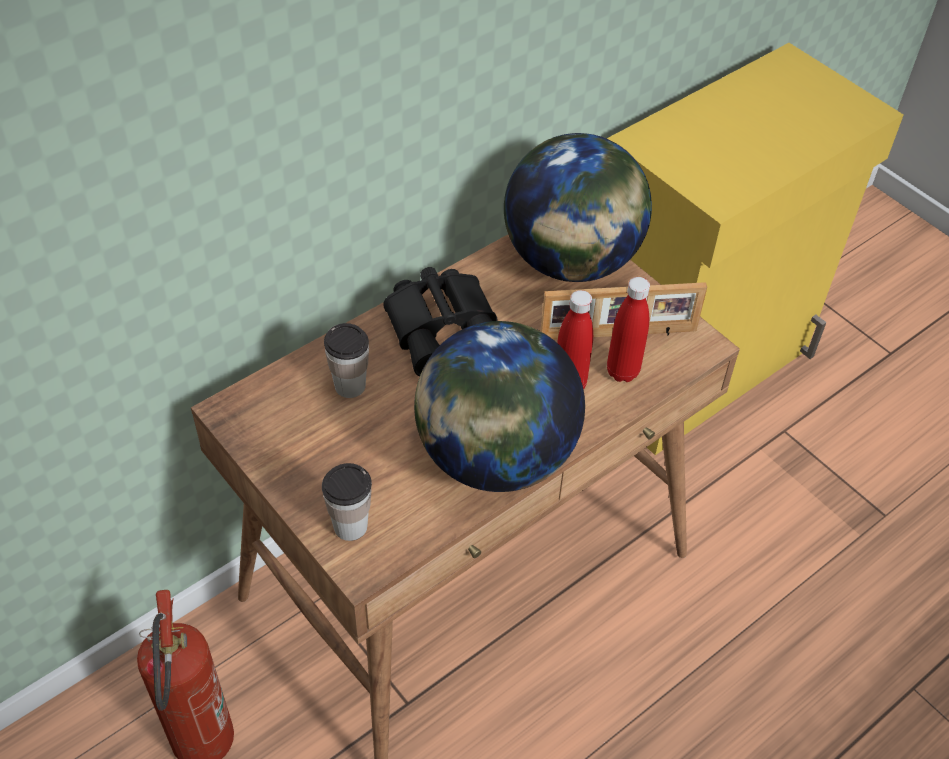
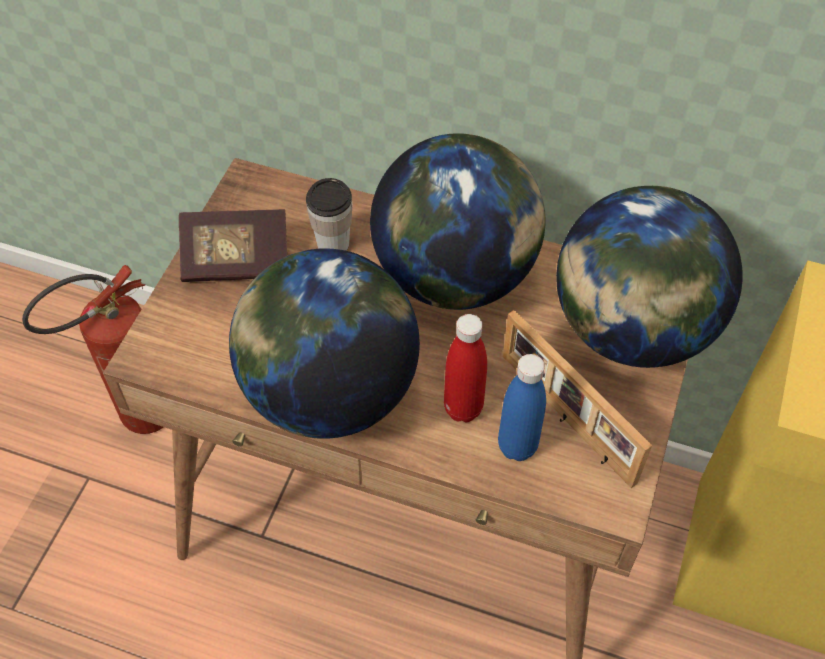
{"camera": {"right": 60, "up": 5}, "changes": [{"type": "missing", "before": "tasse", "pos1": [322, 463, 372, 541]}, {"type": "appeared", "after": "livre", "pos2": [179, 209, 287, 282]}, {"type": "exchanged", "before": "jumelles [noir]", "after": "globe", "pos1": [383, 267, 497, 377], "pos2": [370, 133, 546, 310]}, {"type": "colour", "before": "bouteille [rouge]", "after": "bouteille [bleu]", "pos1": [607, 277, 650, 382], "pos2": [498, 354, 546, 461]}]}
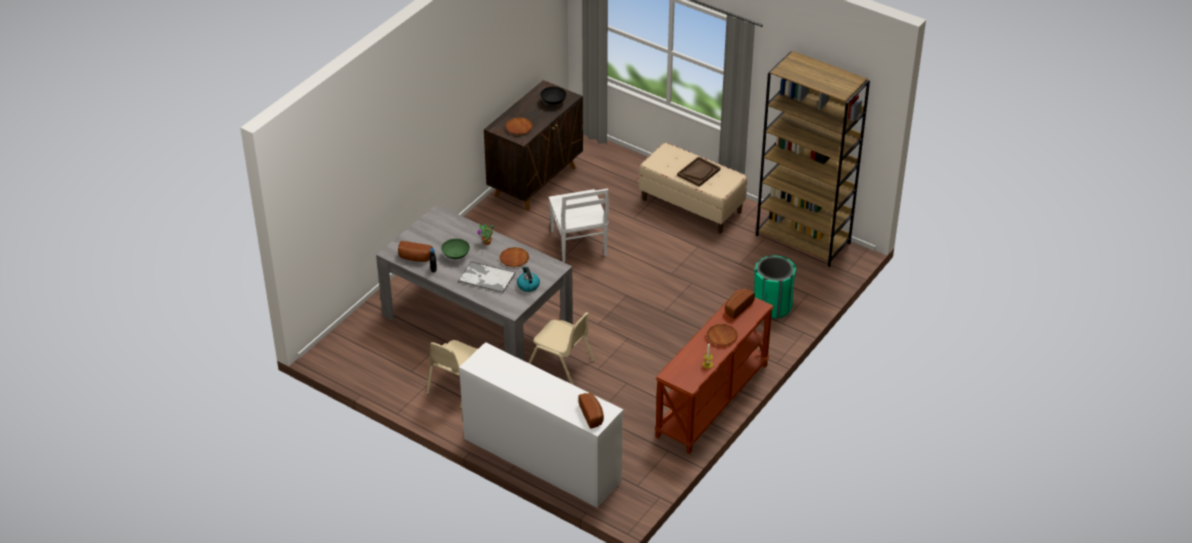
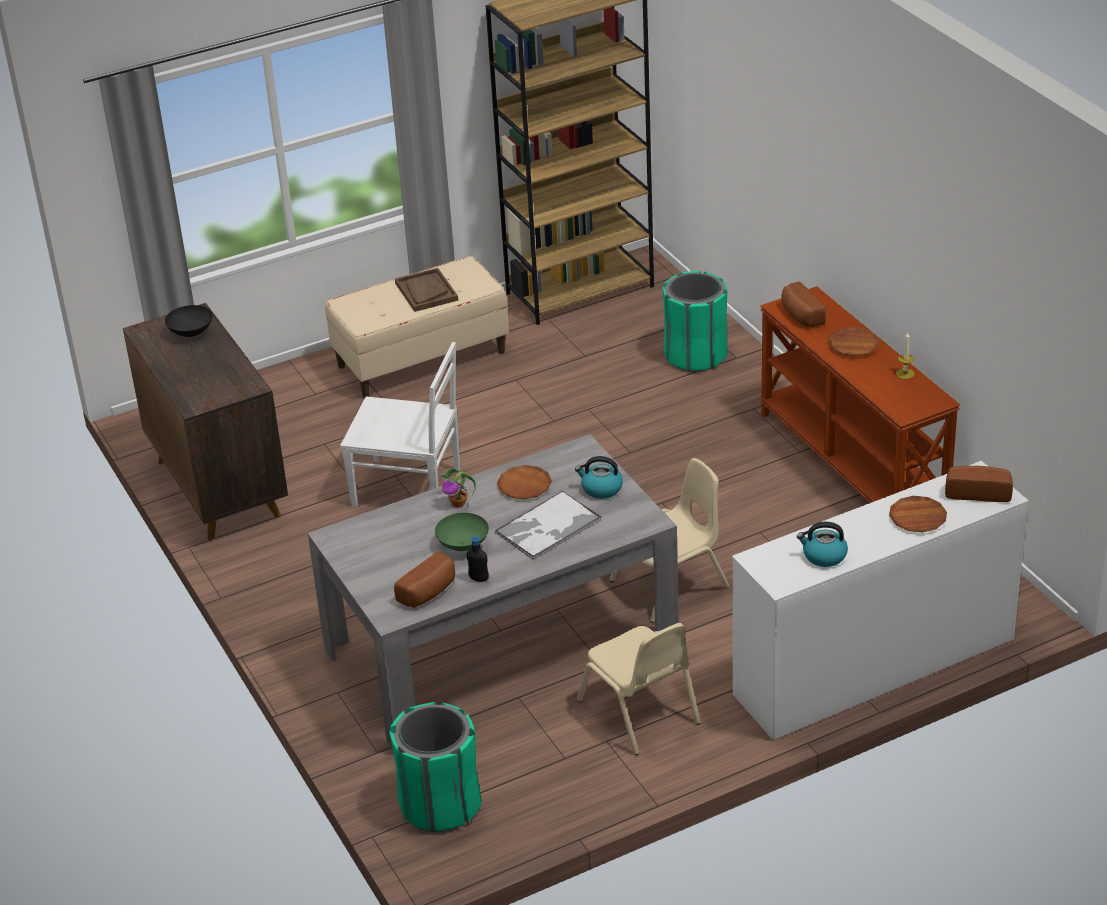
{"camera": {"right": -60, "up": -5}, "changes": [{"type": "appeared", "after": "poubelle [vert]", "pos2": [389, 702, 482, 832]}, {"type": "appeared", "after": "bouilloire", "pos2": [797, 522, 848, 567]}, {"type": "relocated", "before": "assiette [marron]", "pos1": [505, 117, 533, 135], "pos2": [889, 496, 947, 532]}]}
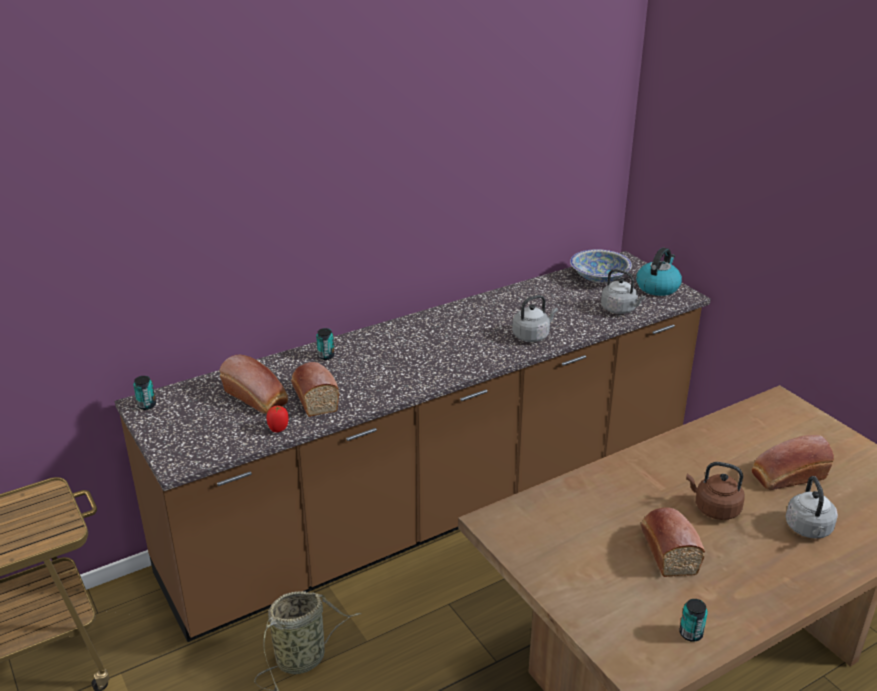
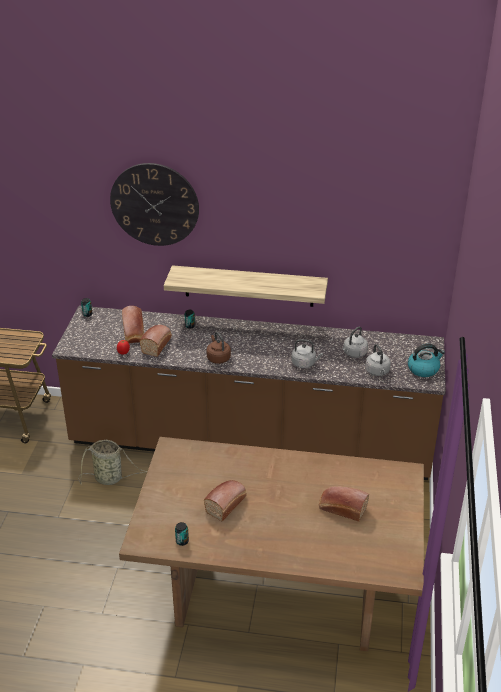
{"camera": {"right": 40, "up": 5}, "changes": [{"type": "missing", "before": "bol", "pos1": [570, 249, 632, 283]}, {"type": "appeared", "after": "horloge murale", "pos2": [110, 163, 199, 246]}, {"type": "appeared", "after": "étagère", "pos2": [164, 265, 328, 307]}, {"type": "relocated", "before": "bouilloire [marron]", "pos1": [686, 462, 745, 520], "pos2": [207, 332, 231, 364]}, {"type": "relocated", "before": "bouilloire [gris]", "pos1": [786, 476, 838, 539], "pos2": [342, 326, 368, 358]}]}
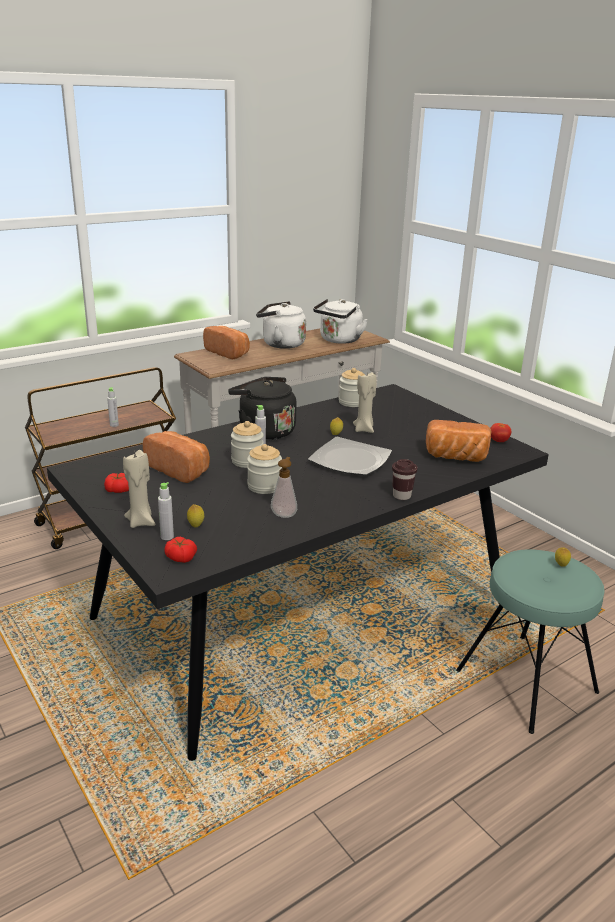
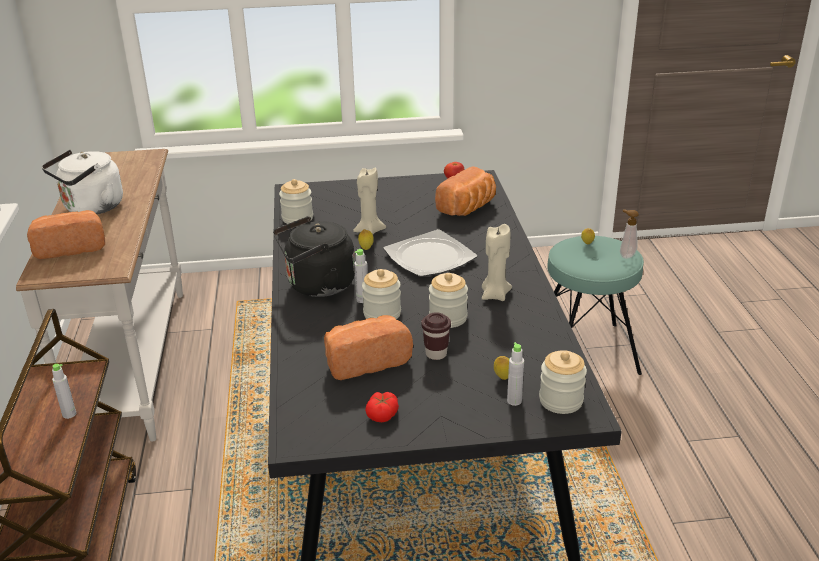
{"camera": {"right": -60, "up": 5}, "changes": [{"type": "missing", "before": "bouilloire [blanc]", "pos1": [313, 299, 368, 344]}, {"type": "relocated", "before": "bougie [beige]", "pos1": [123, 449, 156, 528], "pos2": [482, 224, 512, 301]}, {"type": "relocated", "before": "distributeur de savon", "pos1": [271, 457, 297, 518], "pos2": [620, 209, 639, 259]}, {"type": "relocated", "before": "tasse [marron]", "pos1": [392, 459, 417, 500], "pos2": [421, 312, 451, 360]}, {"type": "exchanged", "before": "tomate", "after": "bocal", "pos1": [164, 537, 197, 563], "pos2": [539, 350, 587, 414]}]}
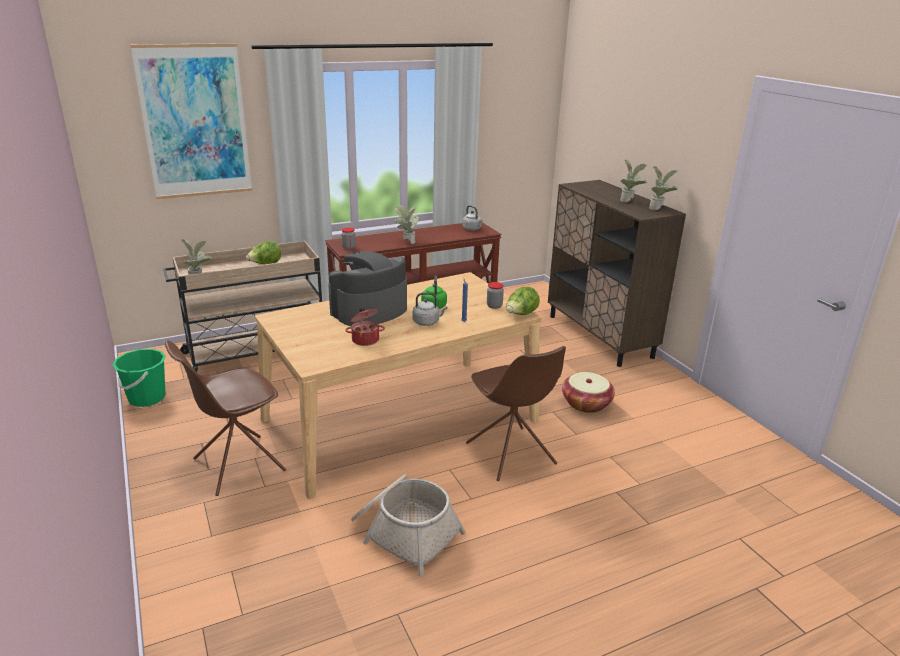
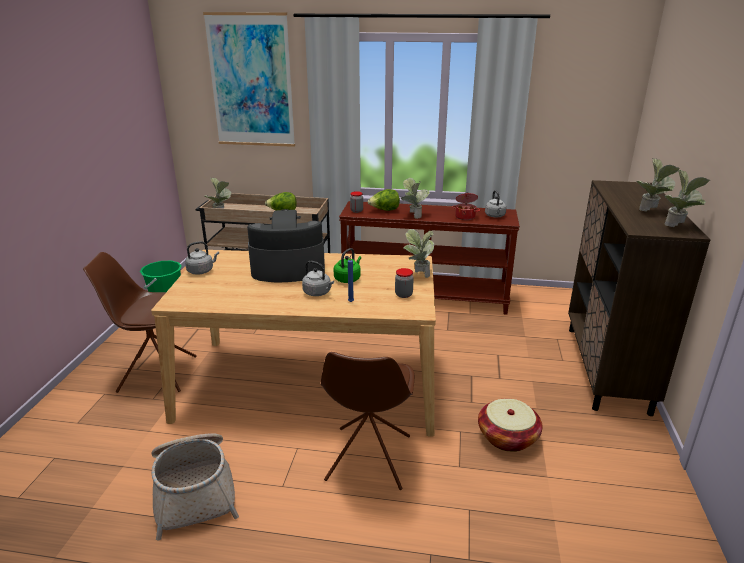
{"camera": {"right": 35, "up": 0}, "changes": [{"type": "appeared", "after": "bouilloire [gris]", "pos2": [185, 241, 219, 275]}, {"type": "appeared", "after": "plante en pot", "pos2": [403, 229, 434, 278]}, {"type": "relocated", "before": "marmite", "pos1": [345, 308, 385, 346], "pos2": [452, 192, 480, 220]}, {"type": "relocated", "before": "laitue", "pos1": [506, 287, 540, 315], "pos2": [368, 189, 400, 211]}]}
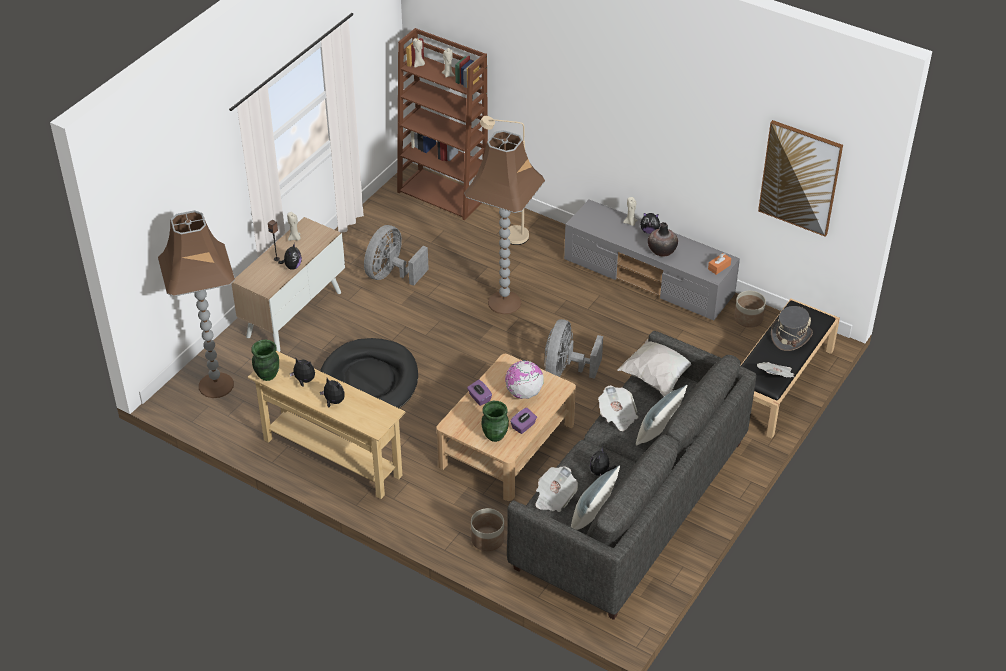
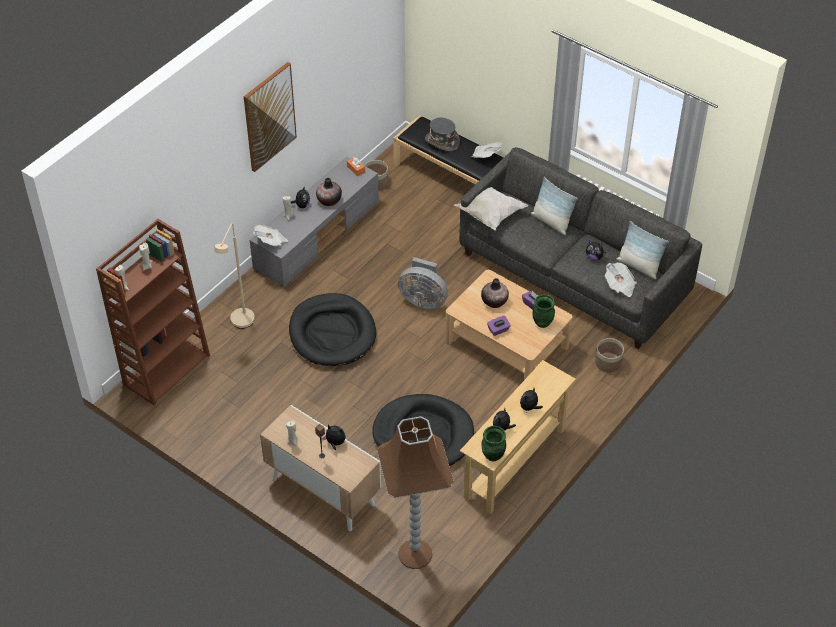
{"camera": {"right": -85, "up": 5}, "changes": [{"type": "missing", "before": "ventilateur [gris]", "pos1": [364, 225, 429, 286]}, {"type": "relocated", "before": "journal", "pos1": [598, 385, 638, 431], "pos2": [253, 225, 288, 246]}, {"type": "relocated", "before": "tableau", "pos1": [758, 120, 843, 237], "pos2": [244, 62, 297, 172]}, {"type": "exchanged", "before": "lampadaire [marron]", "after": "panier pour chien [noir]", "pos1": [464, 130, 545, 314], "pos2": [289, 293, 376, 366]}, {"type": "exchanged", "before": "globe", "after": "vase", "pos1": [505, 360, 543, 399], "pos2": [481, 278, 509, 308]}]}
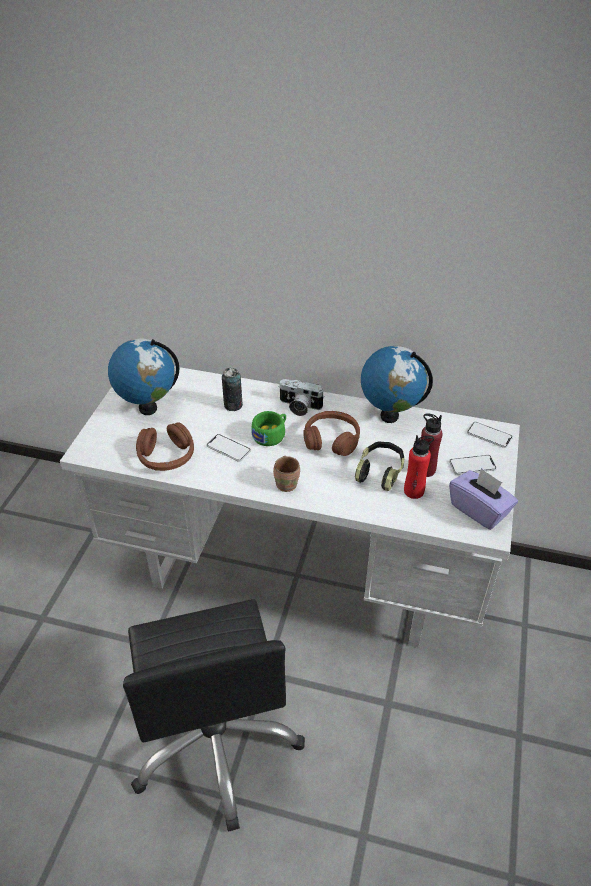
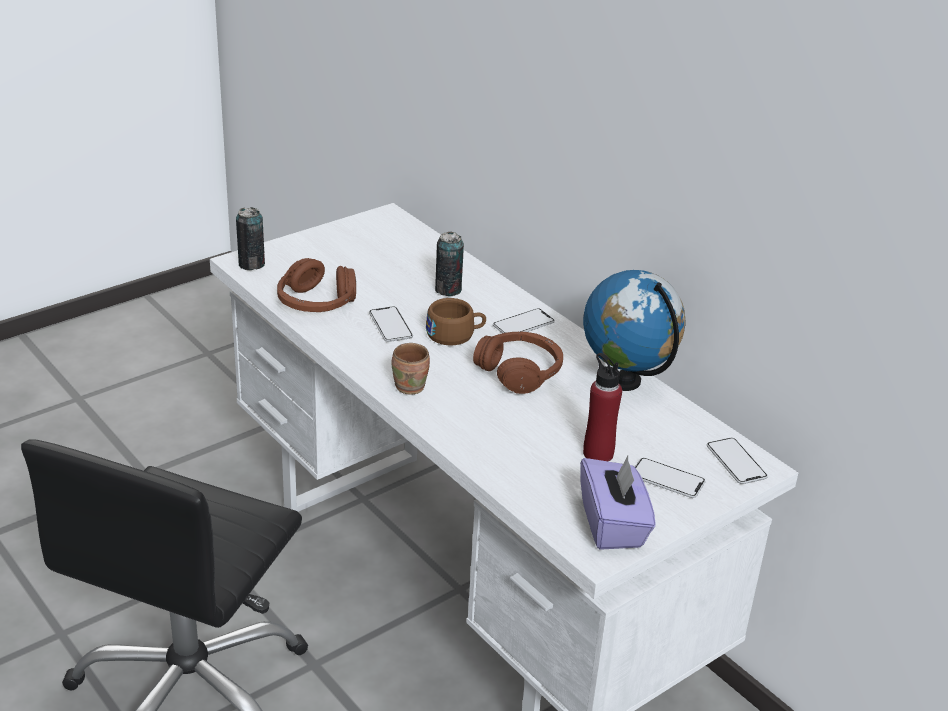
{"camera": {"right": 35, "up": -10}, "changes": [{"type": "missing", "before": "globe", "pos1": [108, 339, 179, 415]}, {"type": "missing", "before": "casque audio", "pos1": [355, 441, 404, 491]}, {"type": "missing", "before": "bouteille [rouge]", "pos1": [404, 435, 434, 499]}, {"type": "appeared", "after": "boîte métallique", "pos2": [236, 207, 265, 270]}, {"type": "exchanged", "before": "appareil photo", "after": "téléphone", "pos1": [278, 379, 325, 416], "pos2": [493, 308, 555, 333]}, {"type": "colour", "before": "tasse [vert]", "after": "tasse [marron]", "pos1": [251, 411, 286, 446], "pos2": [426, 298, 486, 345]}]}
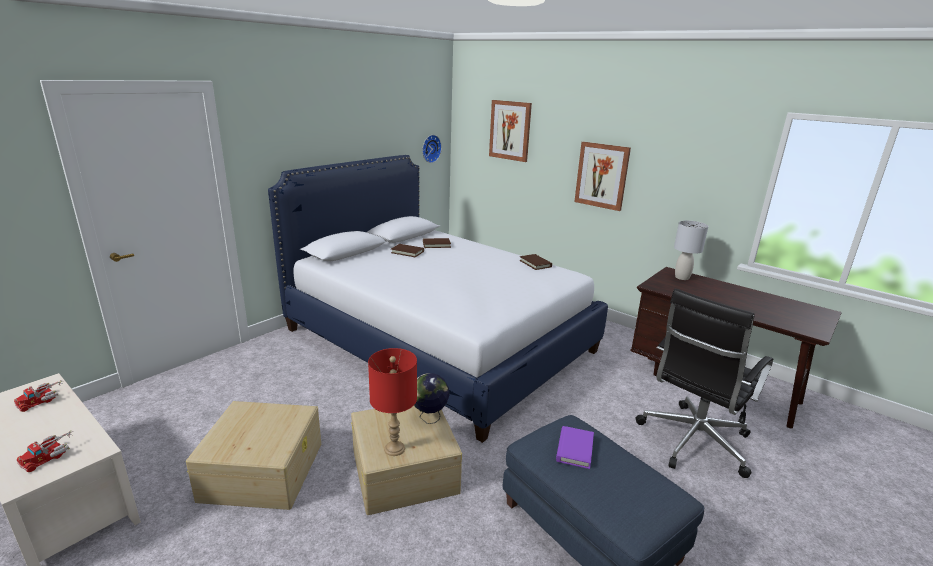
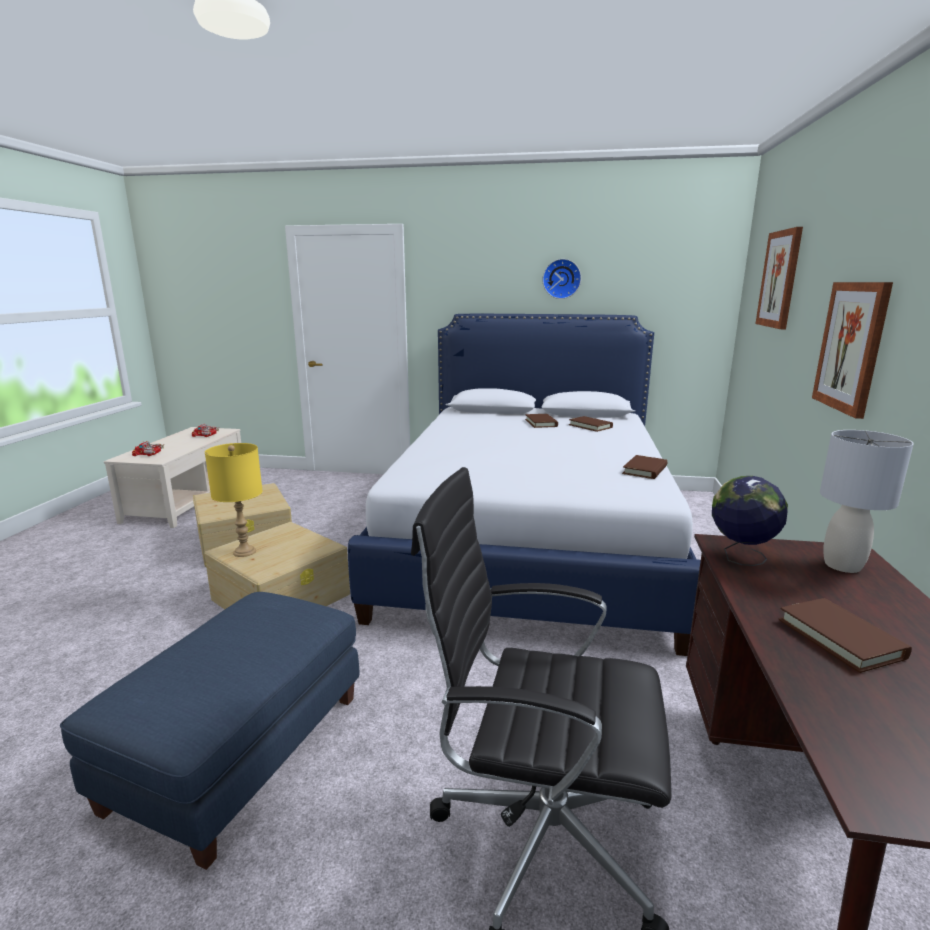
{"camera": {"right": 60, "up": -5}, "changes": [{"type": "missing", "before": "livre [violet]", "pos1": [556, 426, 594, 469]}, {"type": "appeared", "after": "livre [marron]", "pos2": [779, 598, 912, 673]}, {"type": "relocated", "before": "globe", "pos1": [414, 373, 450, 424], "pos2": [712, 476, 788, 566]}, {"type": "relocated", "before": "horloge murale", "pos1": [422, 135, 442, 163], "pos2": [543, 259, 581, 299]}, {"type": "colour", "before": "lampe de table [rouge]", "after": "lampe de table [jaune]", "pos1": [368, 348, 417, 456], "pos2": [205, 443, 263, 557]}]}
